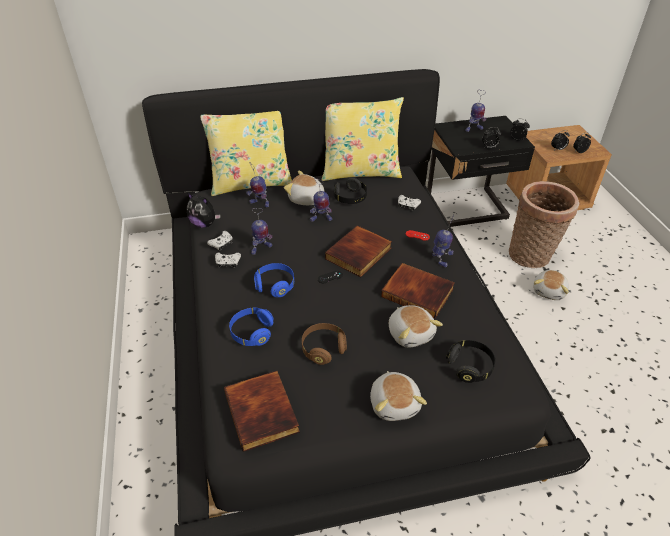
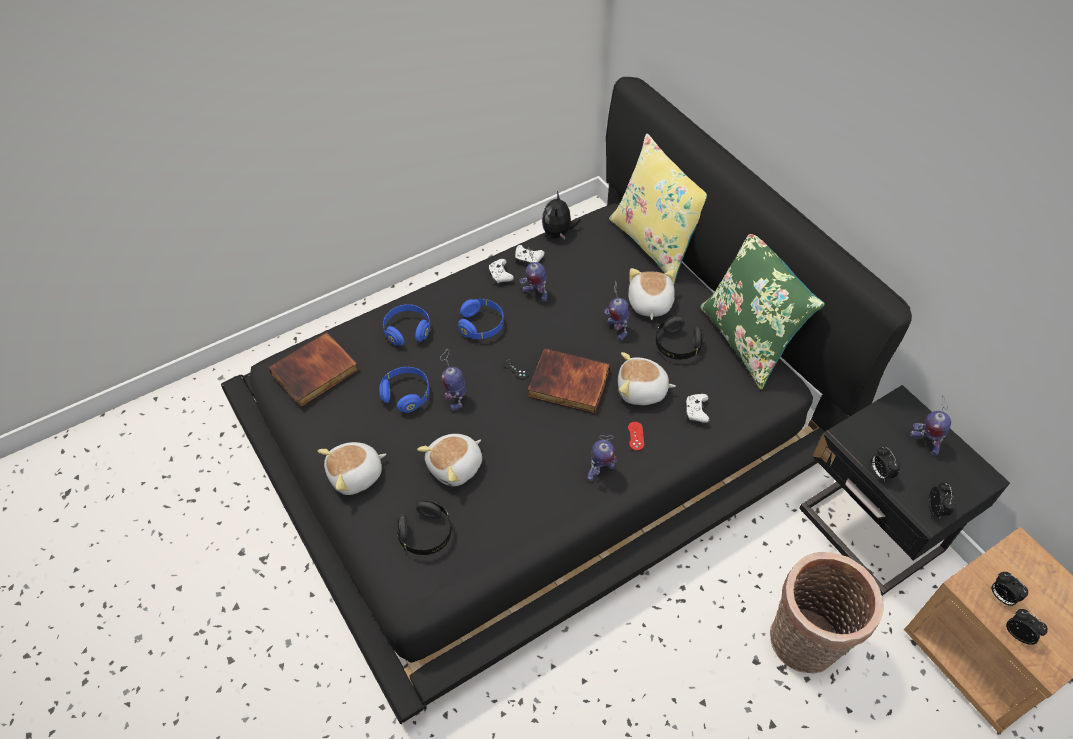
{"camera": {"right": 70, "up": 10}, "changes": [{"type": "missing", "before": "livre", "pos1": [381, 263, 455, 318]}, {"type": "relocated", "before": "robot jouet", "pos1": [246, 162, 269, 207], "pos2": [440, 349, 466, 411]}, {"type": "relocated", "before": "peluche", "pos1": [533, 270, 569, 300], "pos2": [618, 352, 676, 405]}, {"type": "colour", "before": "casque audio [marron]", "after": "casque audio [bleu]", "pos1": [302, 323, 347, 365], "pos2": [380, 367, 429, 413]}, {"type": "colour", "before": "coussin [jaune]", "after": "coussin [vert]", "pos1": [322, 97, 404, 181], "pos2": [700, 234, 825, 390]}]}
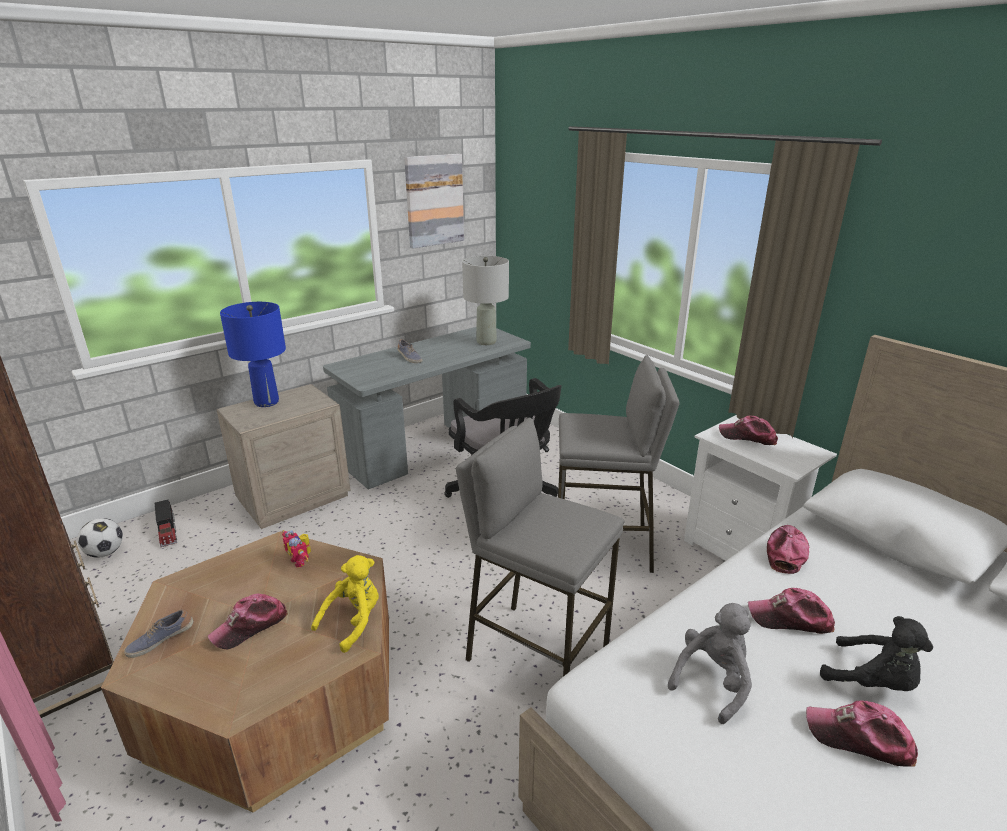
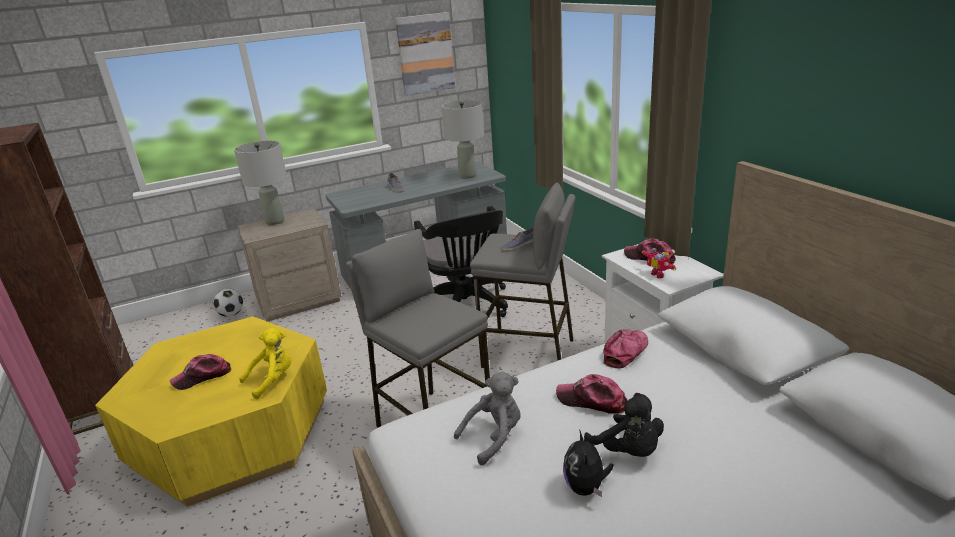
{"camera": {"right": 15, "up": 0}, "changes": [{"type": "missing", "before": "camion jouet", "pos1": [155, 499, 177, 547]}, {"type": "relocated", "before": "ballon de foot", "pos1": [77, 518, 123, 558], "pos2": [213, 289, 243, 317]}, {"type": "relocated", "before": "chaussure", "pos1": [124, 609, 193, 658], "pos2": [501, 227, 534, 252]}, {"type": "relocated", "before": "robot jouet", "pos1": [282, 530, 311, 567], "pos2": [642, 248, 676, 278]}, {"type": "exchanged", "before": "casquette", "after": "peluche", "pos1": [806, 701, 918, 767], "pos2": [563, 430, 614, 497]}, {"type": "colour", "before": "table basse [marron]", "after": "table basse [jaune]", "pos1": [101, 531, 389, 812], "pos2": [95, 316, 327, 507]}, {"type": "colour", "before": "lampe de table [bleu]", "after": "lampe de table [gris]", "pos1": [220, 302, 286, 407], "pos2": [234, 141, 287, 225]}]}
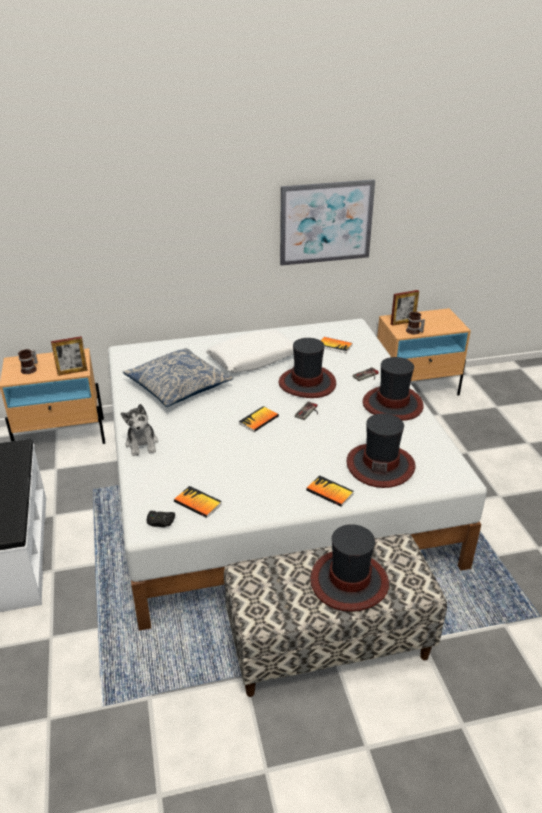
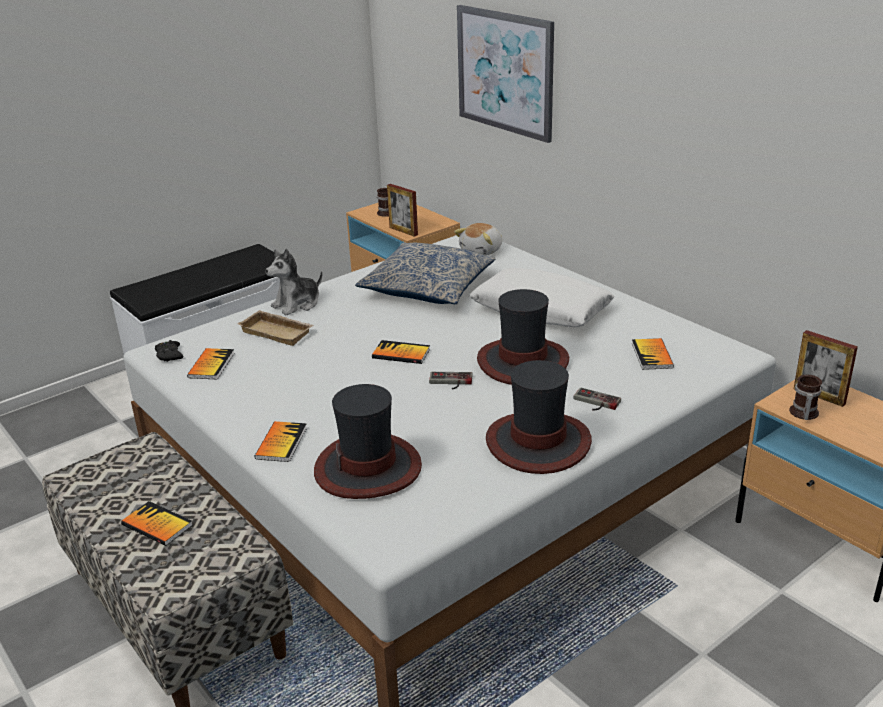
{"camera": {"right": 65, "up": -5}, "changes": [{"type": "appeared", "after": "plateau [beige]", "pos2": [237, 310, 314, 346]}, {"type": "appeared", "after": "peluche", "pos2": [454, 223, 502, 256]}, {"type": "relocated", "before": "tableau", "pos1": [280, 180, 375, 266], "pos2": [457, 5, 554, 143]}, {"type": "exchanged", "before": "chapeau", "after": "livre", "pos1": [310, 524, 389, 612], "pos2": [121, 501, 193, 546]}]}
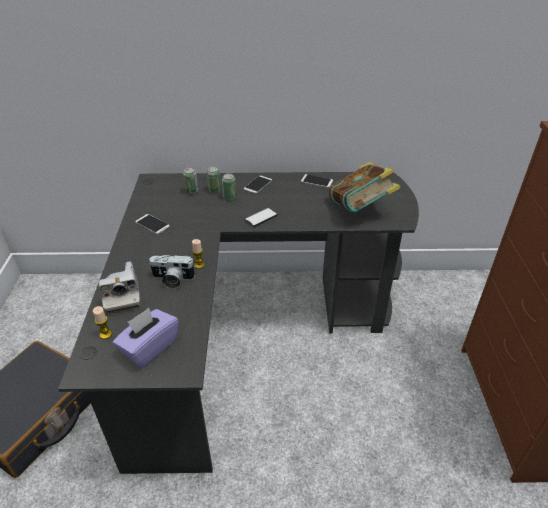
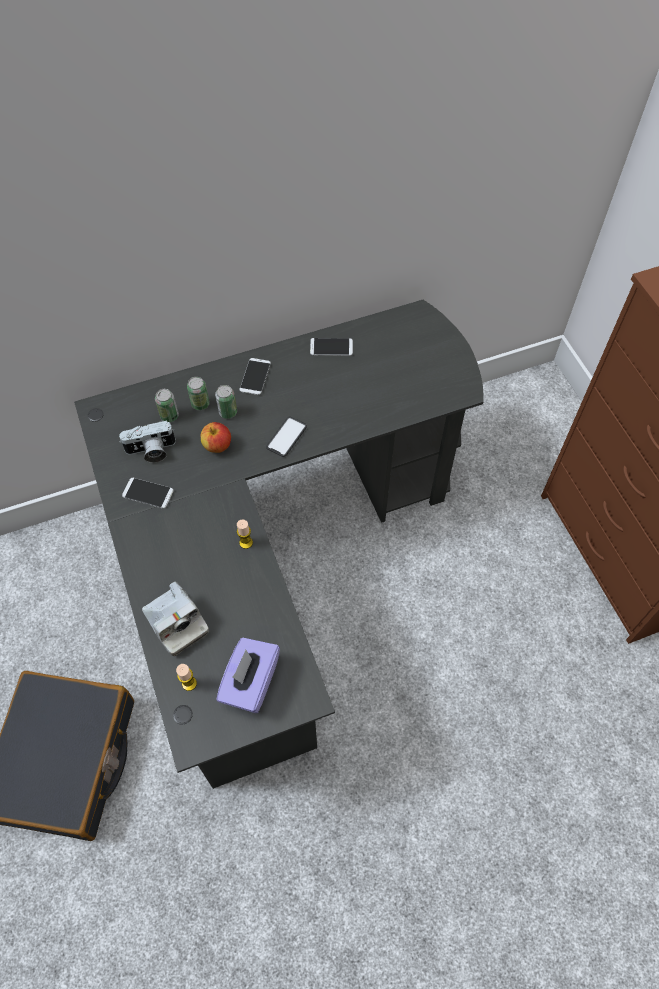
{"camera": {"right": -20, "up": 20}, "changes": [{"type": "missing", "before": "livre", "pos1": [329, 162, 401, 212]}, {"type": "appeared", "after": "pomme", "pos2": [201, 422, 231, 453]}, {"type": "relocated", "before": "appareil photo", "pos1": [149, 255, 195, 289], "pos2": [119, 421, 176, 463]}]}
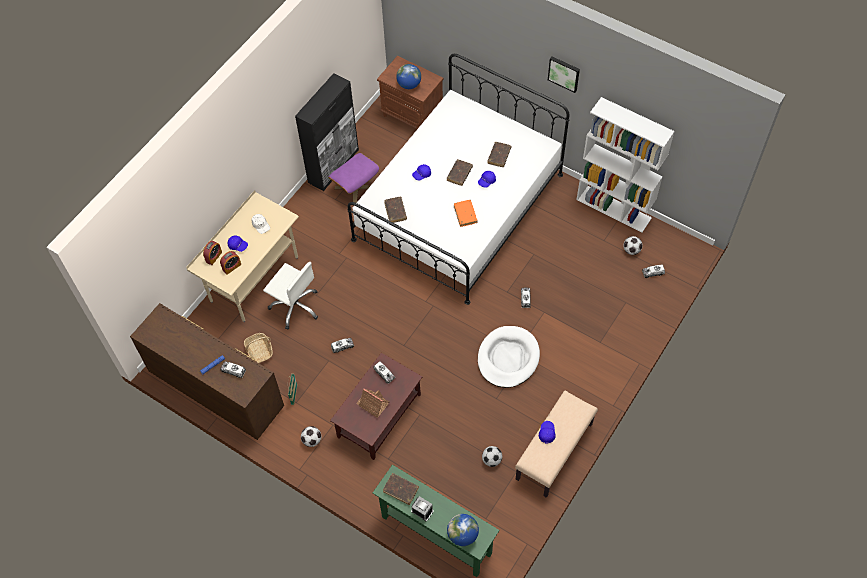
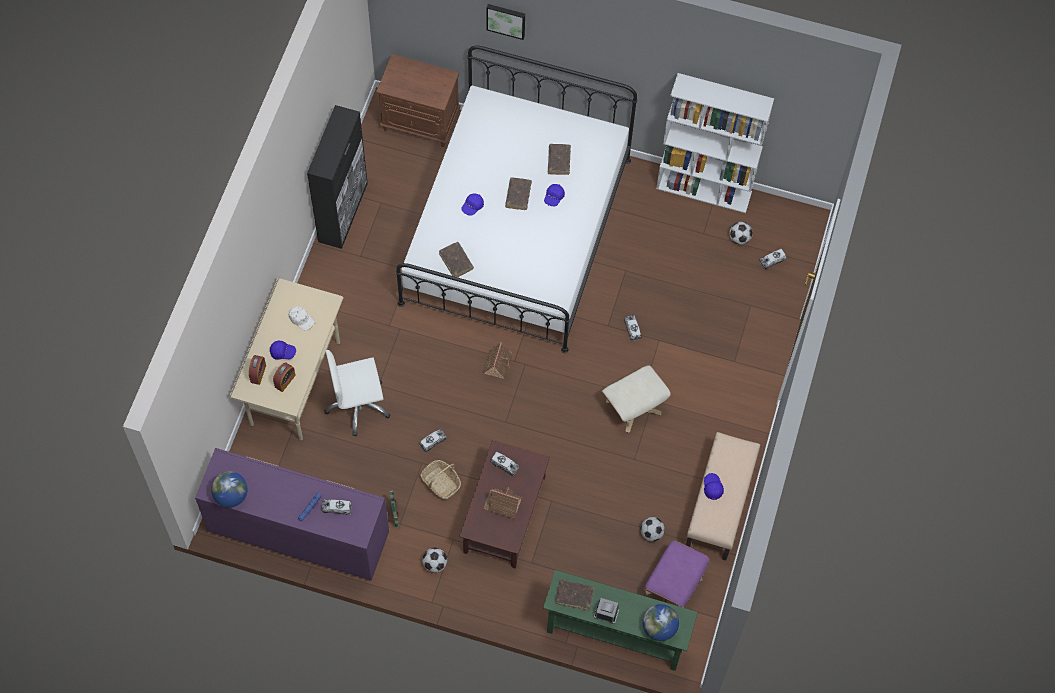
{"camera": {"right": -20, "up": 5}, "changes": [{"type": "missing", "before": "livre [orange]", "pos1": [454, 200, 478, 227]}, {"type": "appeared", "after": "maison miniature", "pos2": [483, 342, 512, 379]}, {"type": "relocated", "before": "panier", "pos1": [244, 333, 273, 363], "pos2": [421, 460, 461, 499]}, {"type": "relocated", "before": "pouf [violet]", "pos1": [328, 153, 380, 206], "pos2": [644, 540, 709, 608]}, {"type": "relocated", "before": "globe", "pos1": [396, 64, 421, 89], "pos2": [211, 471, 248, 507]}, {"type": "relocated", "before": "tableau", "pos1": [548, 57, 580, 93], "pos2": [486, 4, 525, 40]}, {"type": "exchanged", "before": "panier pour chien [blanc]", "after": "pouf [beige]", "pos1": [478, 326, 540, 388], "pos2": [602, 365, 671, 433]}, {"type": "colour", "before": "commode [marron]", "after": "commode [violet]", "pos1": [130, 303, 284, 440], "pos2": [195, 448, 389, 581]}, {"type": "spun", "before": "chaise de bureau [blanc]", "pos1": [263, 262, 318, 330], "pos2": [324, 350, 390, 436], "turn": 150}]}
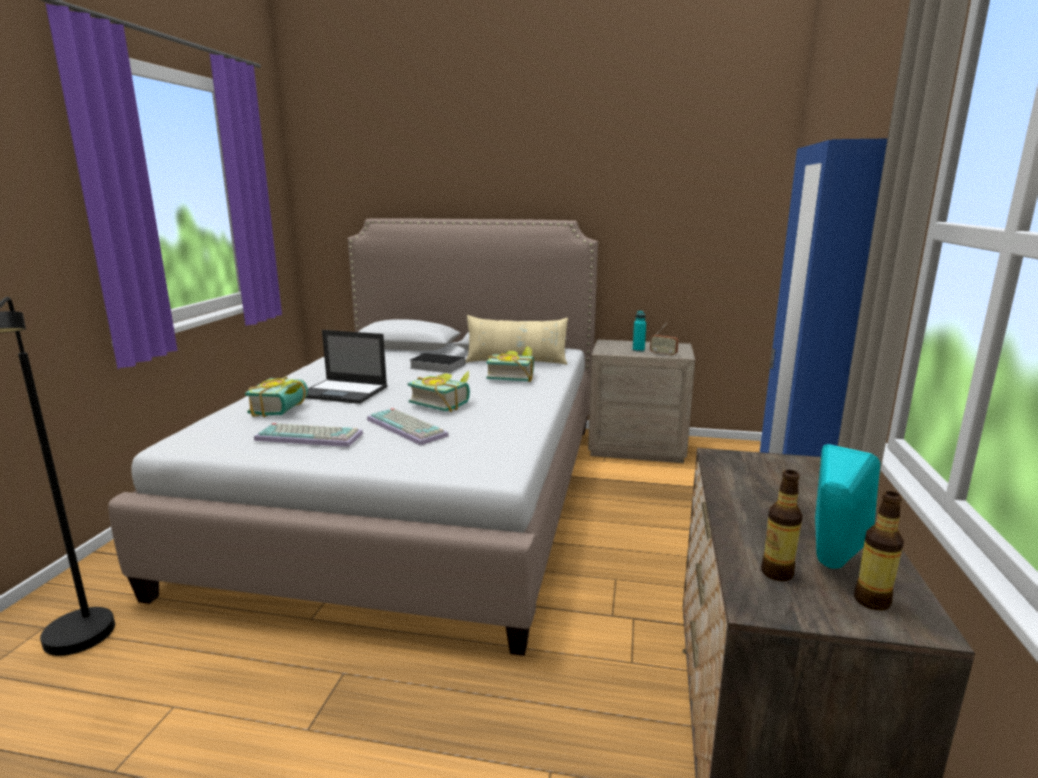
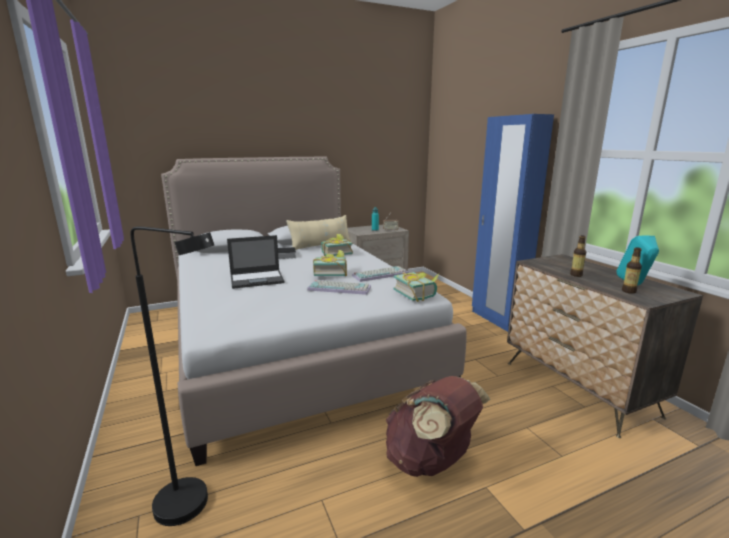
{"camera": {"right": -35, "up": 0}, "changes": [{"type": "appeared", "after": "sac à dos [marron]", "pos2": [386, 376, 490, 477]}, {"type": "relocated", "before": "livre", "pos1": [245, 377, 308, 417], "pos2": [393, 272, 440, 302]}, {"type": "relocated", "before": "clavier", "pos1": [254, 423, 363, 447], "pos2": [352, 266, 409, 282]}, {"type": "relocated", "before": "bouteille", "pos1": [854, 491, 904, 610], "pos2": [570, 235, 586, 277]}]}
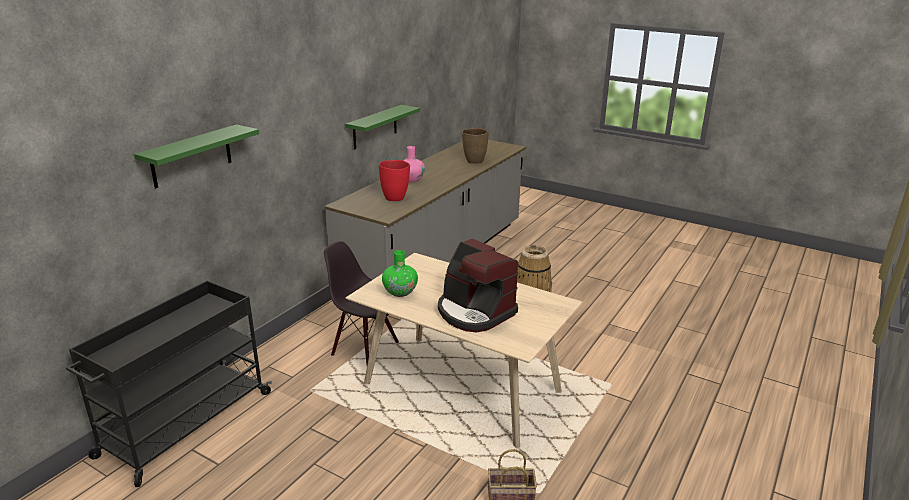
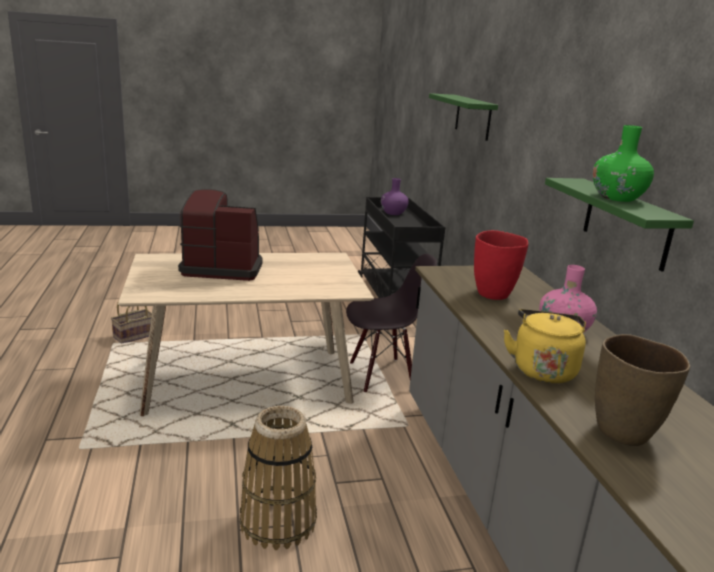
{"camera": {"right": 135, "up": -5}, "changes": [{"type": "appeared", "after": "vase [violet]", "pos2": [381, 178, 409, 215]}, {"type": "appeared", "after": "bouilloire [jaune]", "pos2": [504, 309, 586, 383]}, {"type": "relocated", "before": "vase [vert]", "pos1": [382, 250, 418, 297], "pos2": [592, 125, 654, 202]}]}
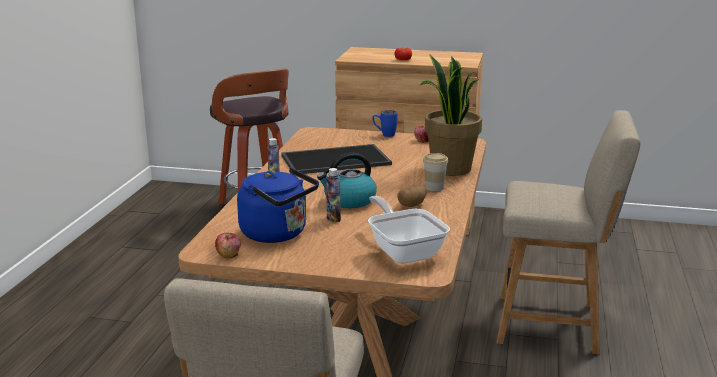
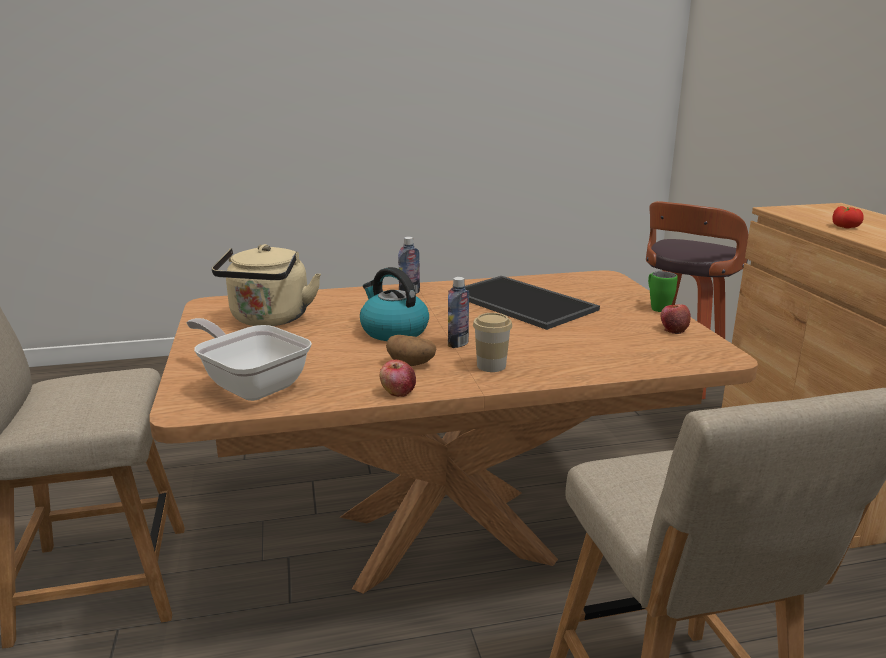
{"camera": {"right": 65, "up": 0}, "changes": [{"type": "missing", "before": "plante en pot", "pos1": [420, 55, 482, 176]}, {"type": "relocated", "before": "pomme", "pos1": [215, 233, 241, 258], "pos2": [380, 360, 416, 397]}, {"type": "relocated", "before": "bouteille", "pos1": [326, 168, 341, 222], "pos2": [448, 277, 469, 348]}, {"type": "colour", "before": "bouilloire [bleu]", "after": "bouilloire [beige]", "pos1": [237, 167, 319, 243], "pos2": [212, 244, 321, 326]}, {"type": "colour", "before": "mug [bleu]", "after": "mug [vert]", "pos1": [372, 110, 398, 137], "pos2": [648, 271, 678, 312]}, {"type": "spun", "before": "poêle", "pos1": [368, 196, 450, 264], "pos2": [187, 318, 312, 401], "turn": -90}]}
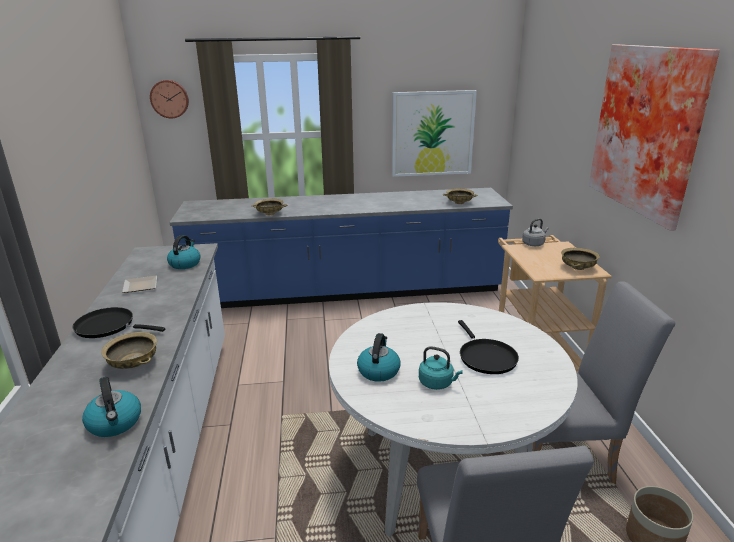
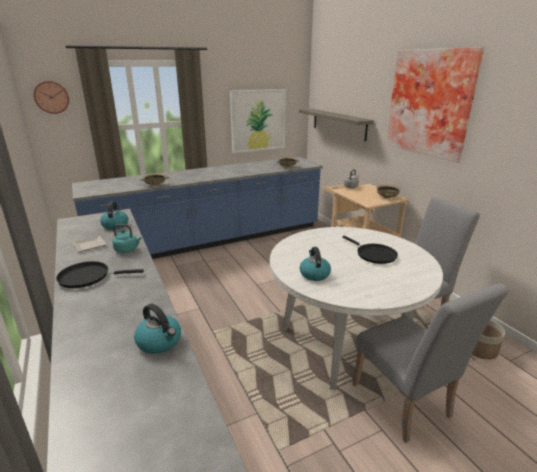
{"camera": {"right": -20, "up": 0}, "changes": [{"type": "missing", "before": "bol [beige]", "pos1": [101, 332, 157, 369]}, {"type": "appeared", "after": "étagère", "pos2": [299, 109, 374, 141]}, {"type": "relocated", "before": "bouilloire [turquoise]", "pos1": [419, 346, 463, 390], "pos2": [112, 224, 142, 253]}]}
